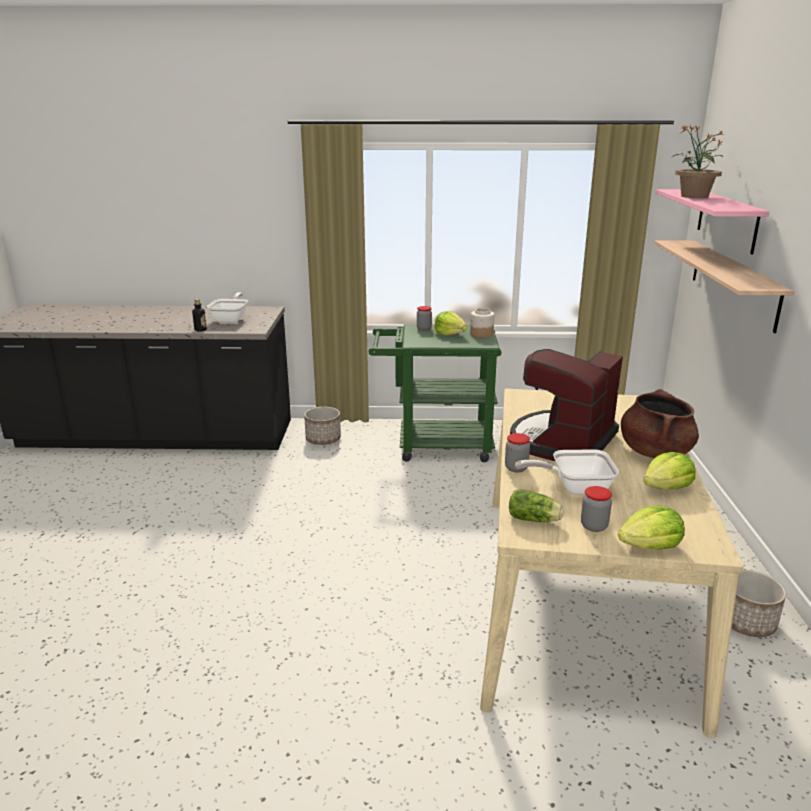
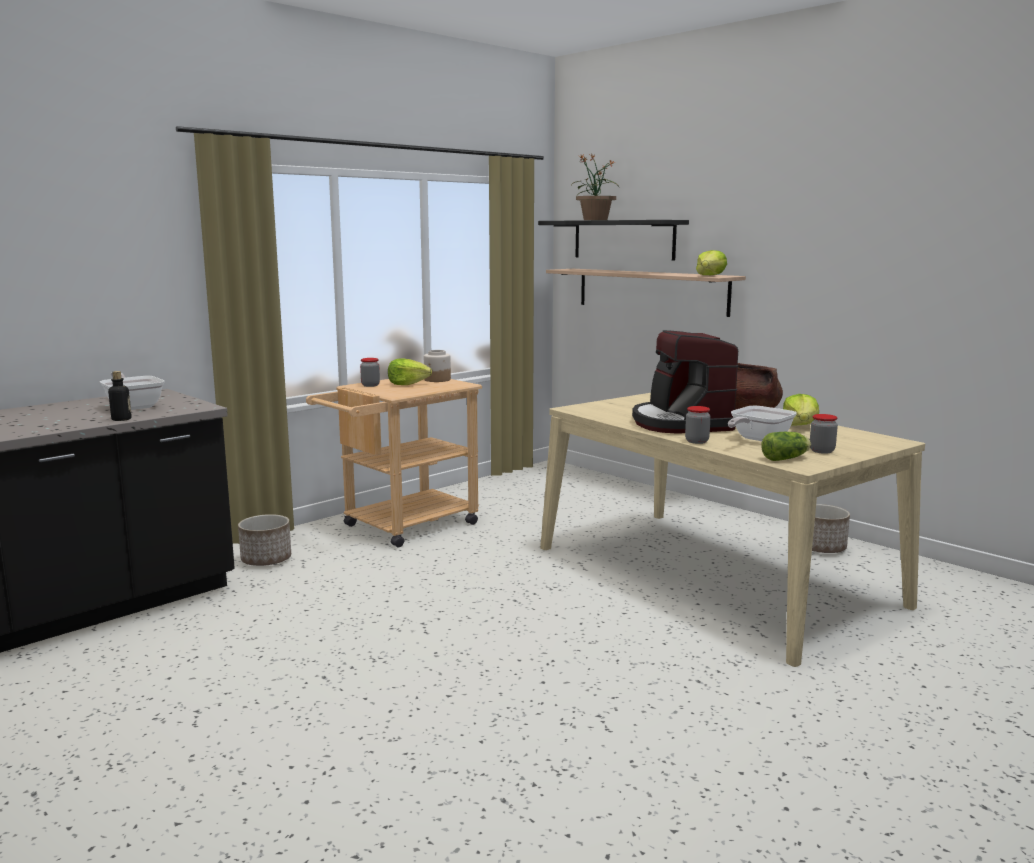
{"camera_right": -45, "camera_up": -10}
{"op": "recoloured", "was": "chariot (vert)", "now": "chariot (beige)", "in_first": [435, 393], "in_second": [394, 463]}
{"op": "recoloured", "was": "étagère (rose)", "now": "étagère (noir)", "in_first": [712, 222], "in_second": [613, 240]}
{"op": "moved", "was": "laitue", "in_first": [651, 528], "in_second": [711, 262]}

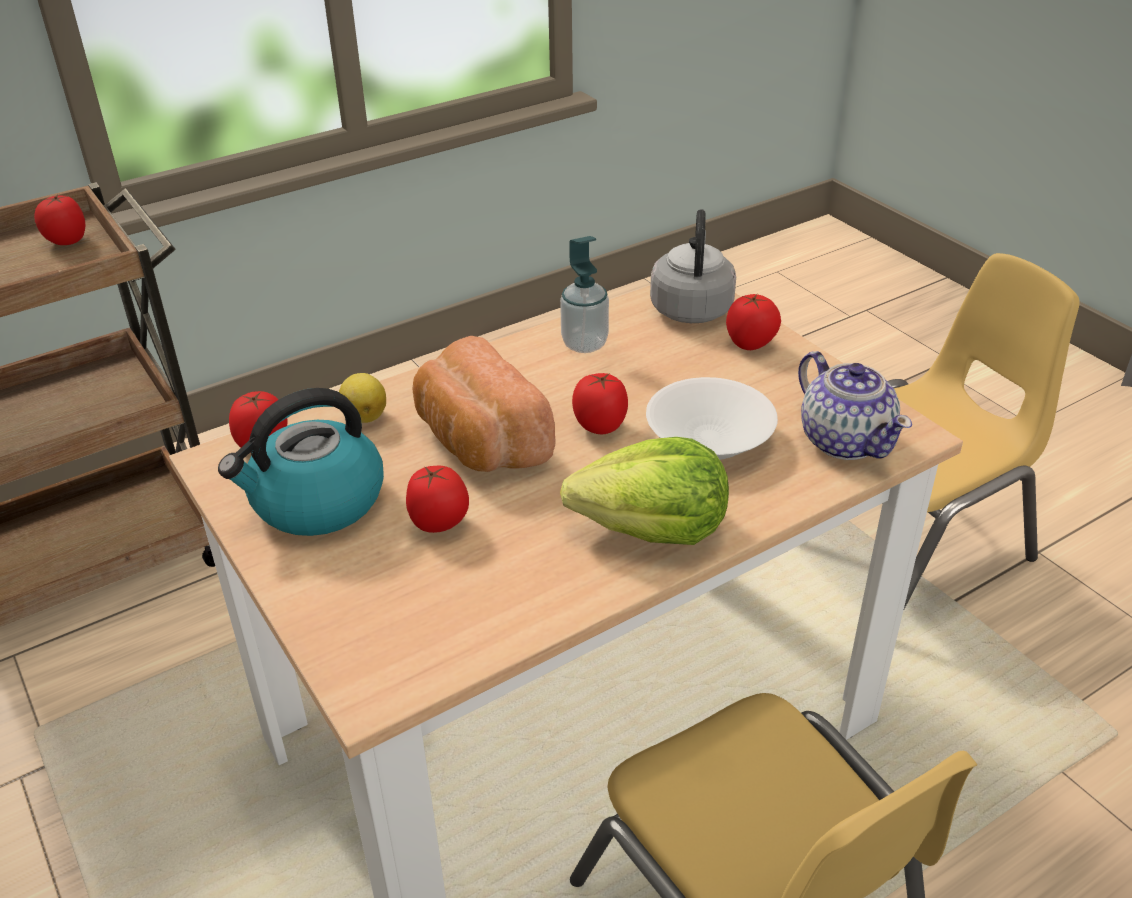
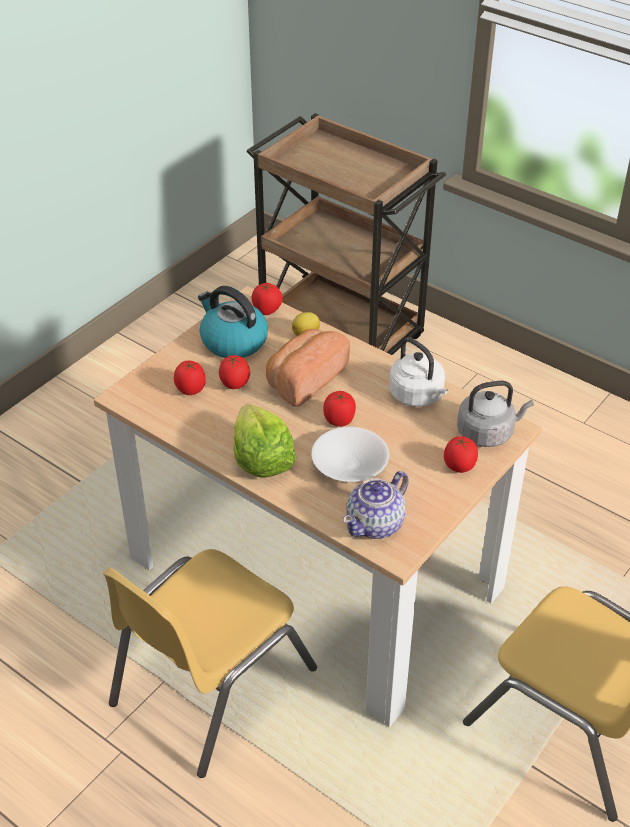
{"camera_right": 70, "camera_up": 5}
{"op": "moved", "was": "tomate", "in_first": [59, 219], "in_second": [190, 378]}
{"op": "replaced", "was": "distributeur de savon", "now": "bouilloire (blanc)", "in_first": [584, 294], "in_second": [418, 372]}

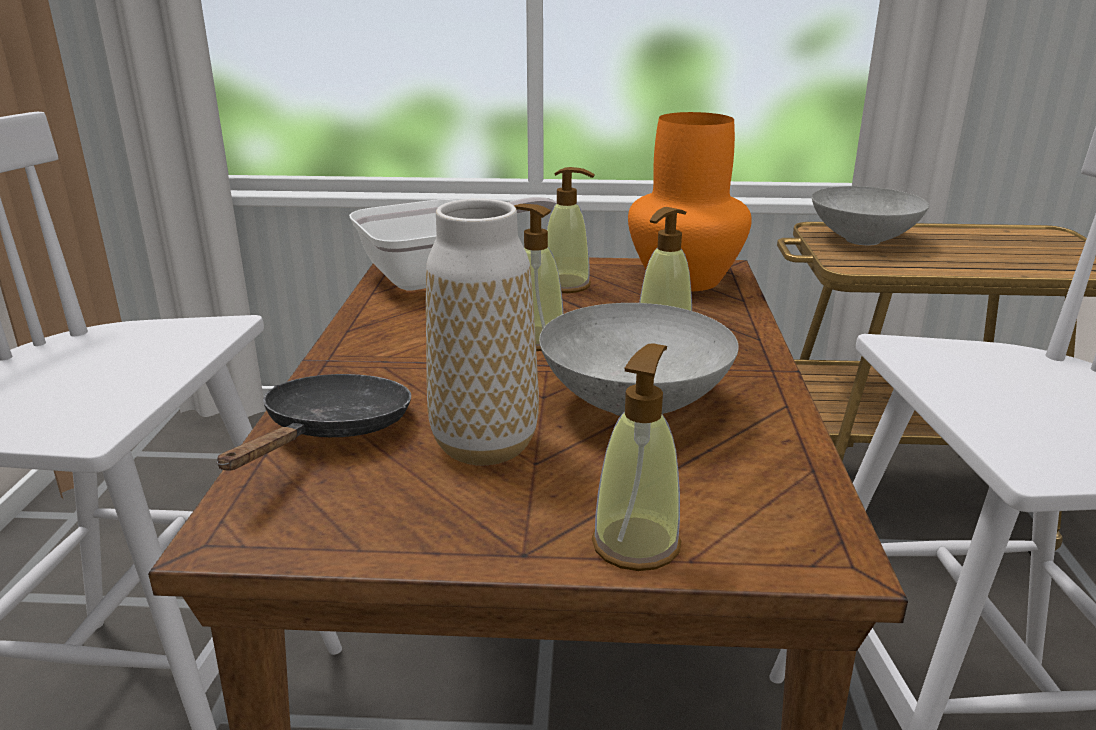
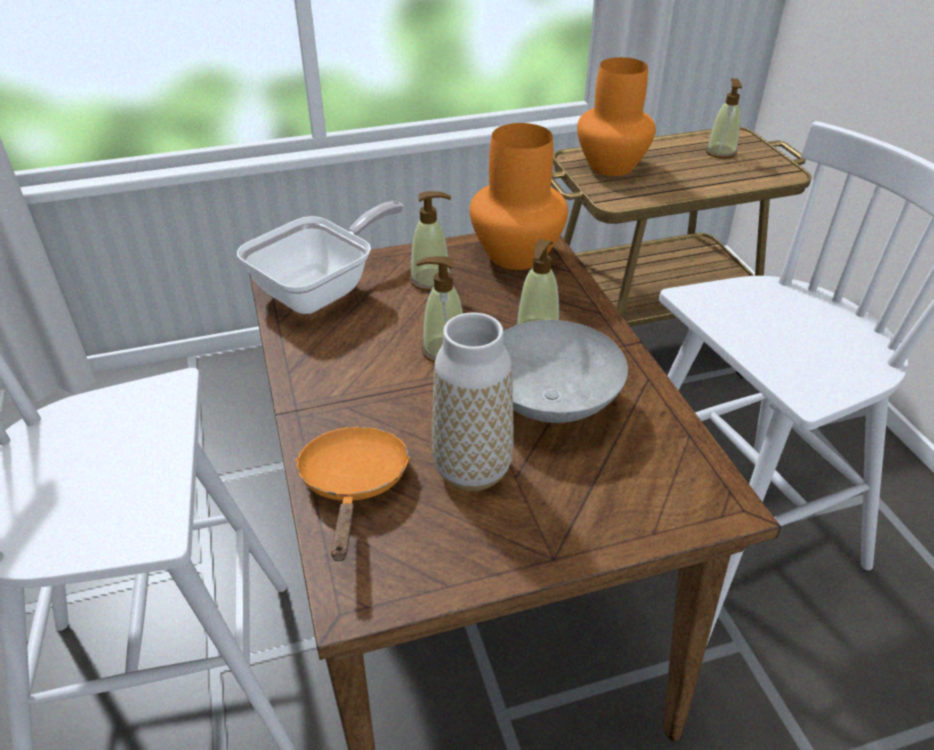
{"camera_right": -20, "camera_up": 15}
{"op": "recoloured", "was": "poêle (noir)", "now": "poêle (orange)", "in_first": [314, 422], "in_second": [353, 493]}
{"op": "replaced", "was": "bol (gris)", "now": "vase (orange)", "in_first": [870, 215], "in_second": [616, 116]}
{"op": "moved", "was": "distributeur de savon", "in_first": [636, 457], "in_second": [724, 118]}

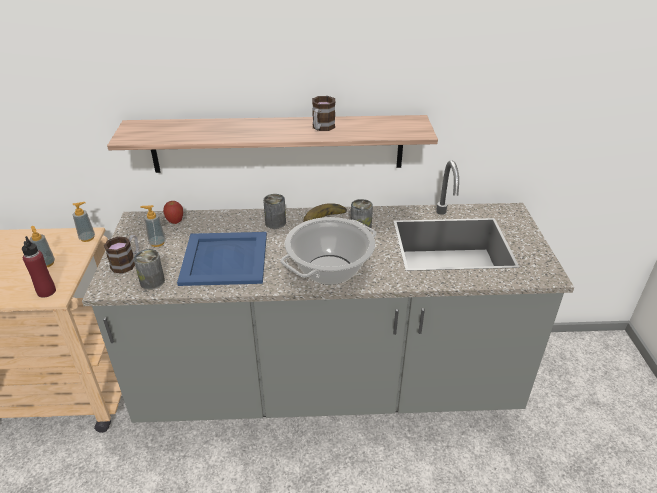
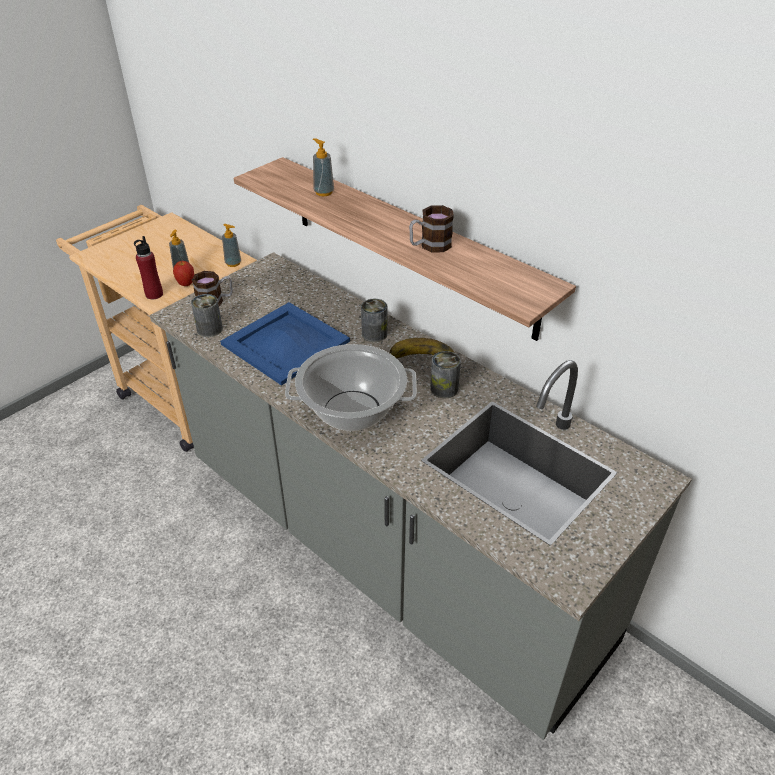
{"camera_right": 45, "camera_up": 5}
{"op": "moved", "was": "pomme", "in_first": [173, 212], "in_second": [183, 273]}
{"op": "moved", "was": "distributeur de savon", "in_first": [153, 226], "in_second": [323, 167]}

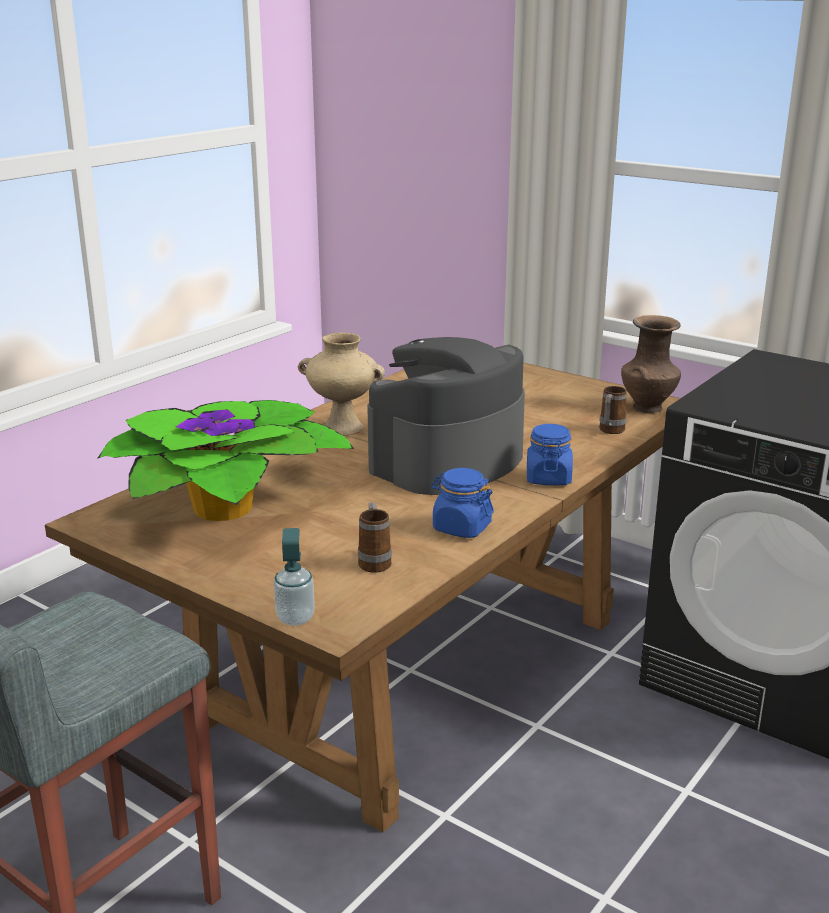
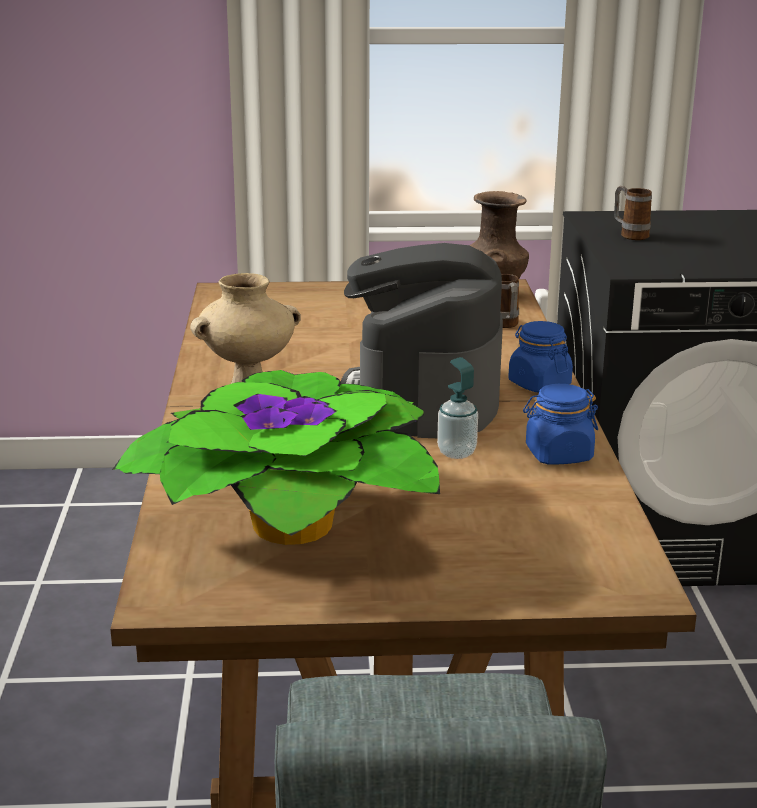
{"camera_right": -40, "camera_up": 0}
{"op": "moved", "was": "distributeur de savon", "in_first": [294, 577], "in_second": [457, 408]}
{"op": "moved", "was": "mug", "in_first": [375, 537], "in_second": [633, 213]}

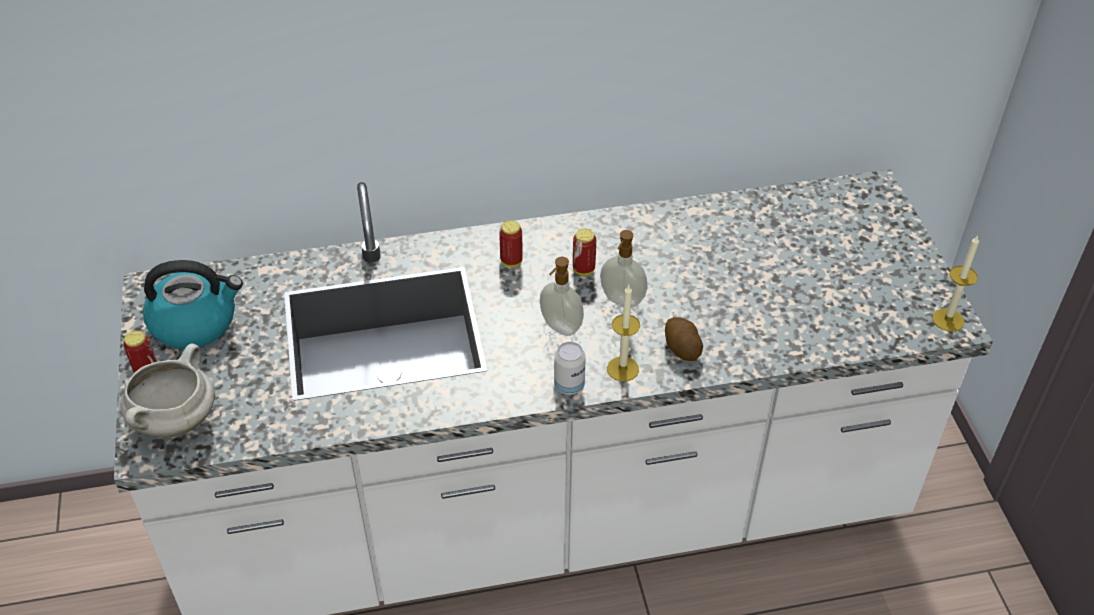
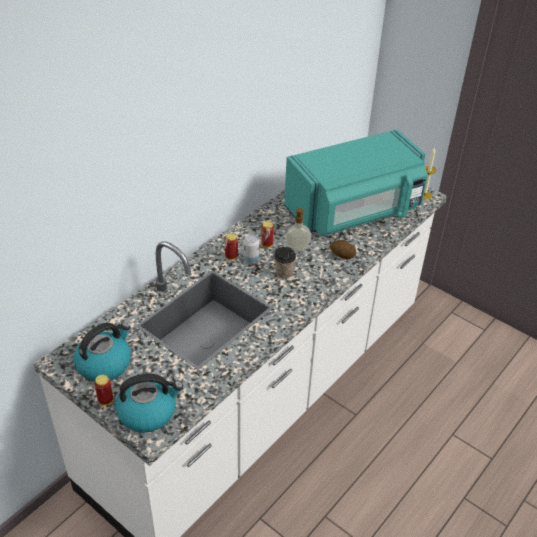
{"camera_right": -40, "camera_up": -5}
{"op": "replaced", "was": "marmite (blanc)", "now": "bouilloire", "in_first": [168, 391], "in_second": [149, 403]}
{"op": "moved", "was": "boîte métallique", "in_first": [570, 368], "in_second": [252, 248]}
{"op": "replaced", "was": "distributeur de savon", "now": "tasse", "in_first": [561, 296], "in_second": [285, 263]}
{"op": "added", "now": "micro-ondes (turquoise)", "in_second": [356, 183]}
{"op": "removed", "was": "bougie", "in_first": [623, 333]}

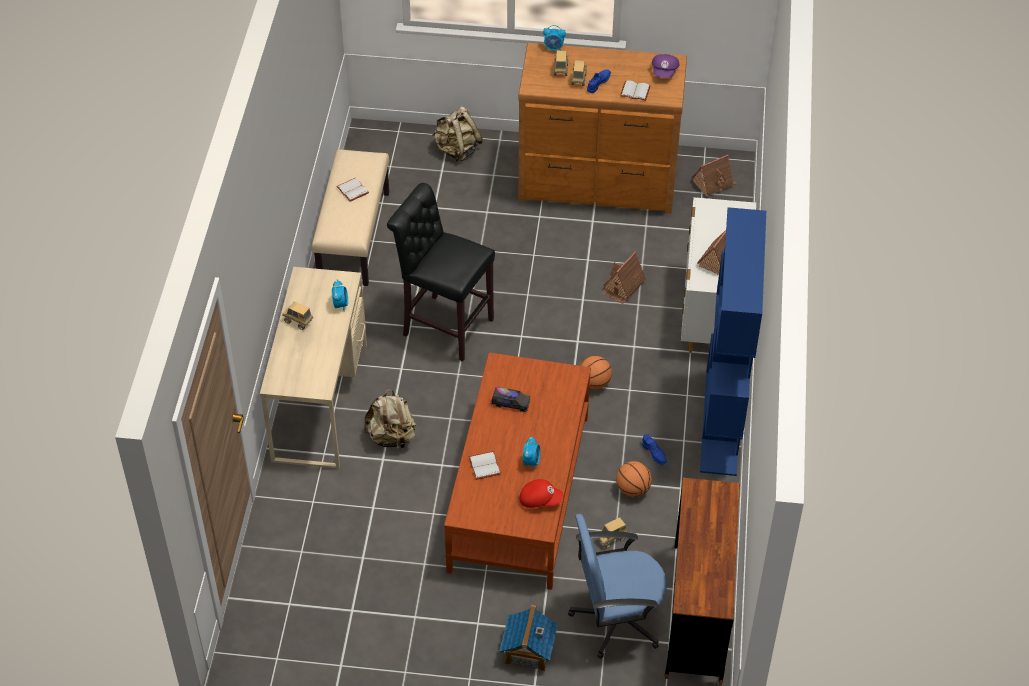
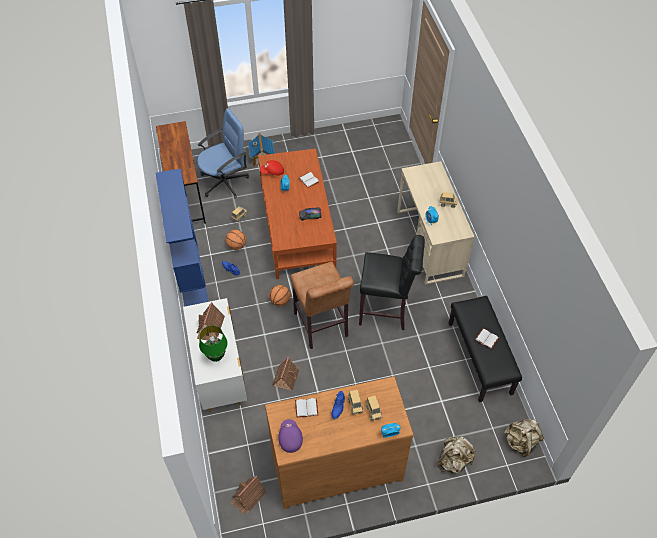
{"camera_right": 160, "camera_up": 5}
{"op": "added", "now": "lampe de table (vert)", "in_second": [213, 344]}
{"op": "added", "now": "tabouret (marron)", "in_second": [322, 305]}
{"op": "recoloured", "was": "banc (beige)", "now": "banc (noir)", "in_first": [350, 217], "in_second": [485, 349]}
{"op": "moved", "was": "sac à dos (beige)", "in_first": [390, 419], "in_second": [524, 438]}

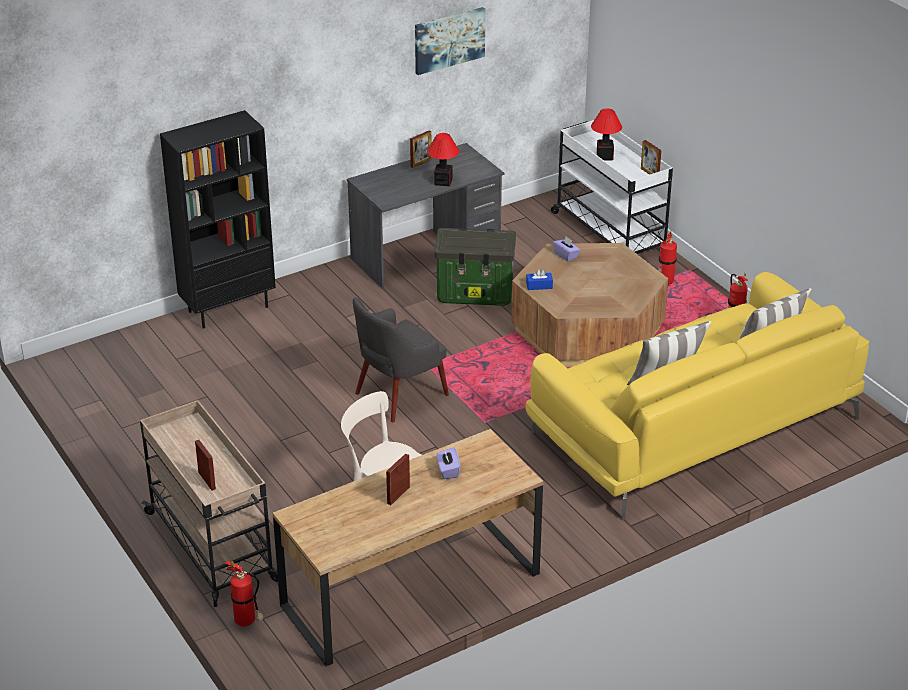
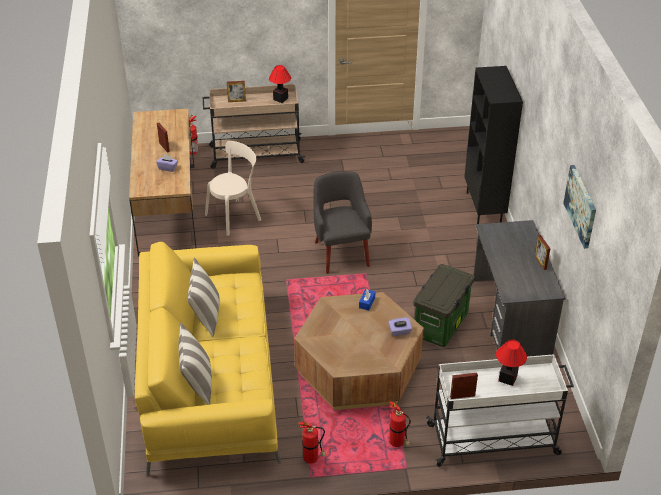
{"camera_right": 115, "camera_up": 5}
{"op": "moved", "was": "lampe de table", "in_first": [443, 159], "in_second": [280, 84]}

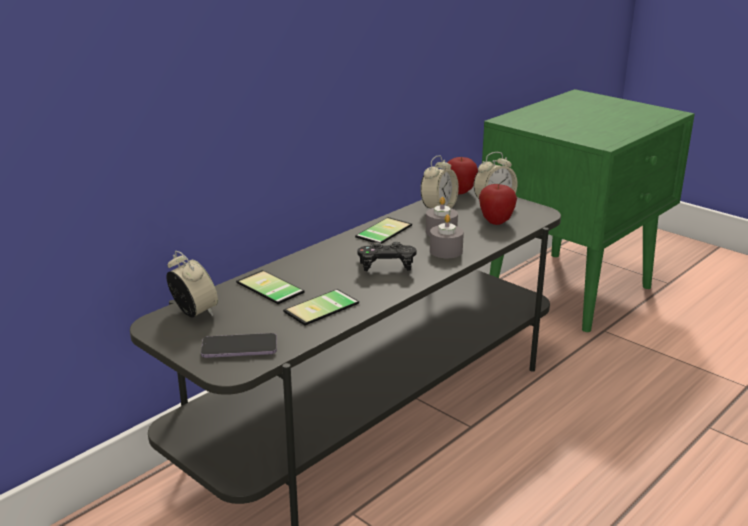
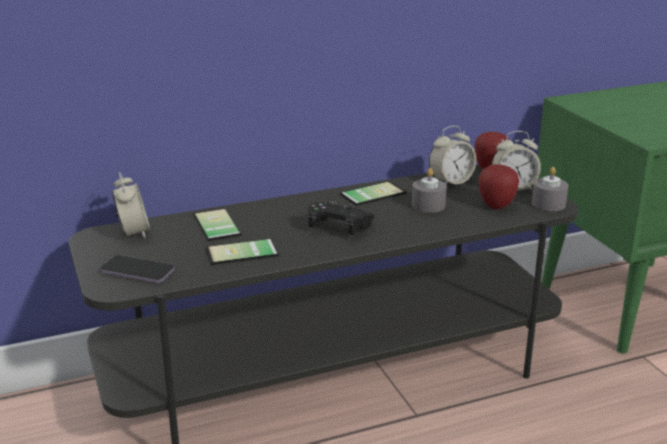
{"camera_right": 25, "camera_up": 0}
{"op": "moved", "was": "bougie (gris)", "in_first": [447, 236], "in_second": [550, 189]}

